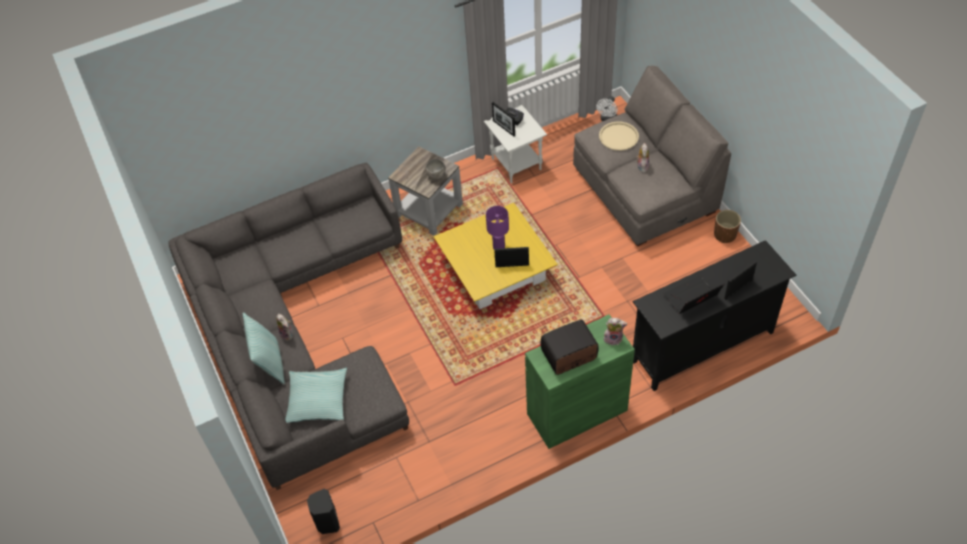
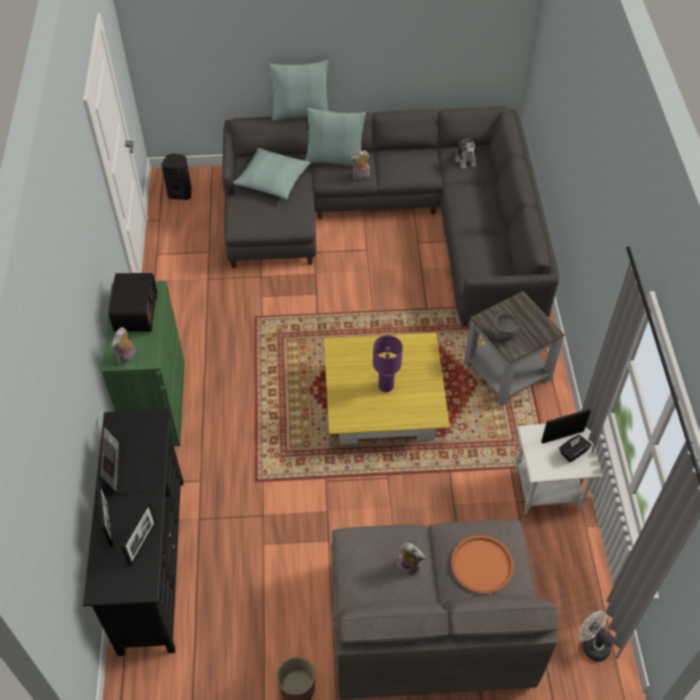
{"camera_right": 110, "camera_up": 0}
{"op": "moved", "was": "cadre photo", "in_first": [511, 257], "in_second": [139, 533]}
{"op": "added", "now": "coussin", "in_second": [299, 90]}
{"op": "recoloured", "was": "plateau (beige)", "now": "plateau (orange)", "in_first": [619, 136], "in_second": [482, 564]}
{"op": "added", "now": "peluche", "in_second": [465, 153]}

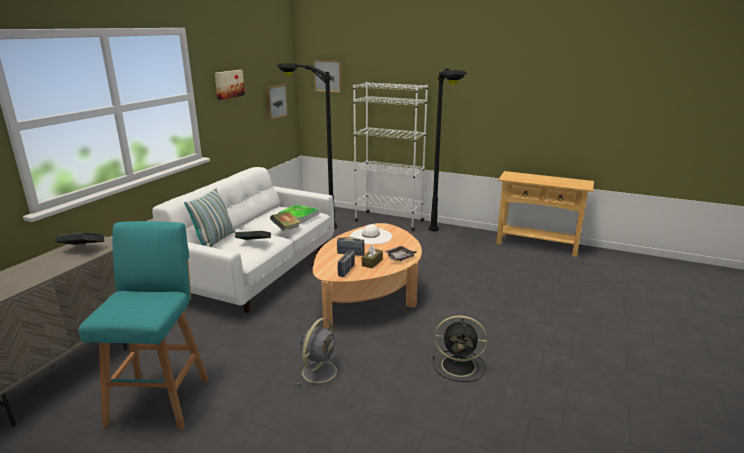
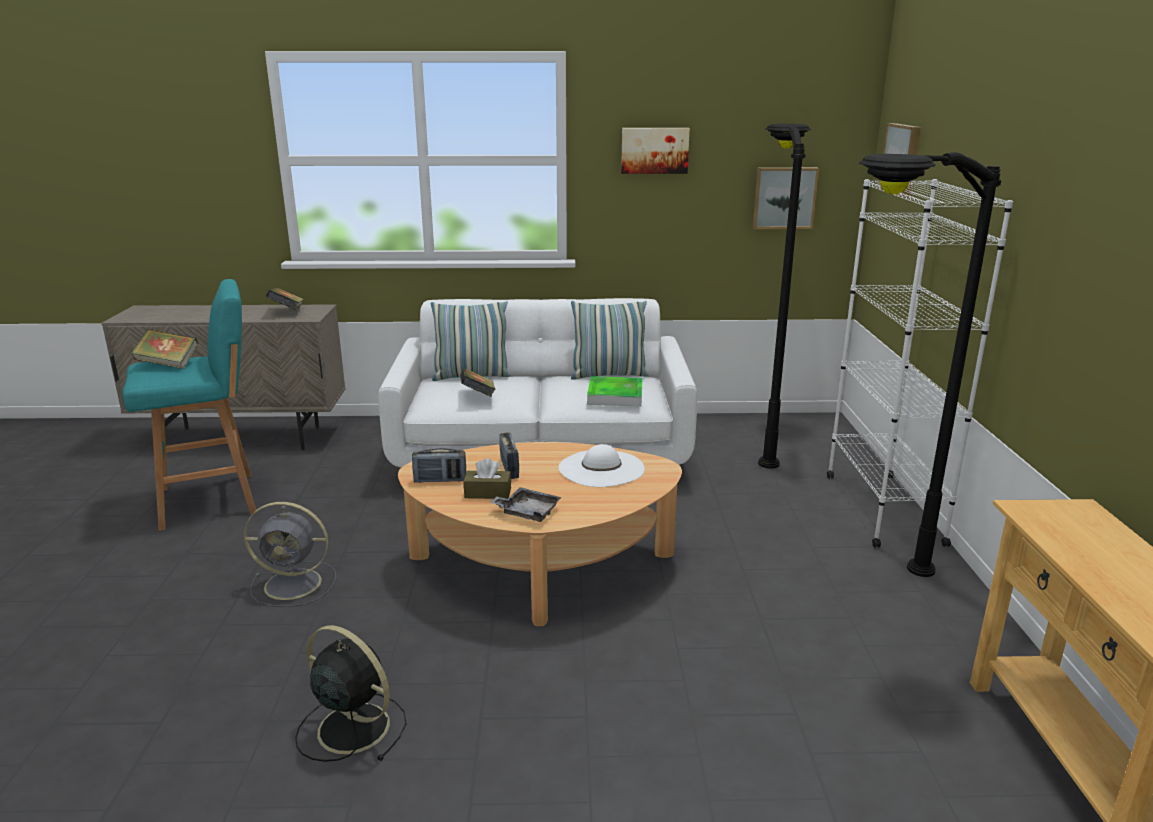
{"camera_right": 65, "camera_up": 0}
{"op": "moved", "was": "livre", "in_first": [285, 220], "in_second": [164, 349]}
{"op": "turned", "was": "ventilateur (noir)", "in_first": [460, 348], "in_second": [351, 693], "clockwise": 135}
{"op": "added", "now": "coussin", "in_second": [609, 340]}

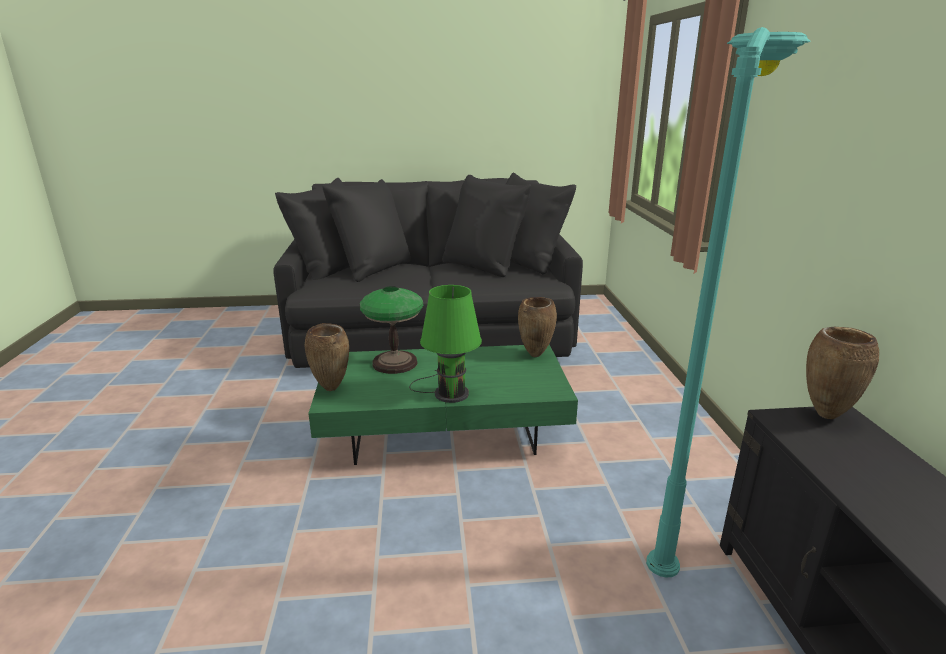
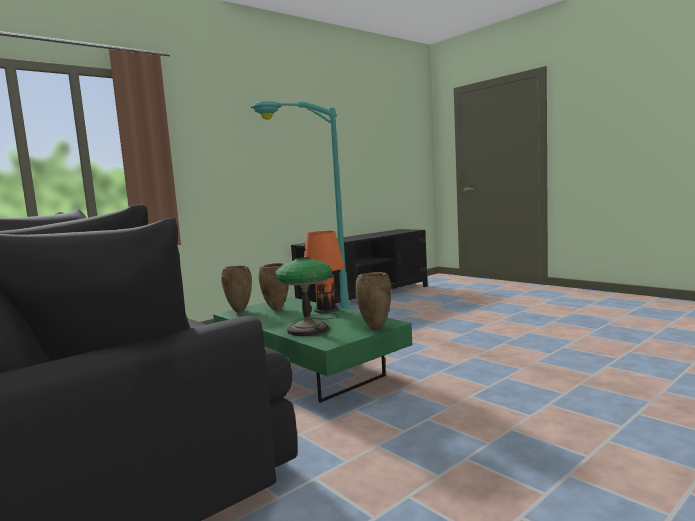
{"camera_right": -125, "camera_up": -15}
{"op": "moved", "was": "vase (marron)", "in_first": [842, 373], "in_second": [274, 287]}
{"op": "recoloured", "was": "lampe de table (vert)", "now": "lampe de table (orange)", "in_first": [445, 344], "in_second": [323, 275]}

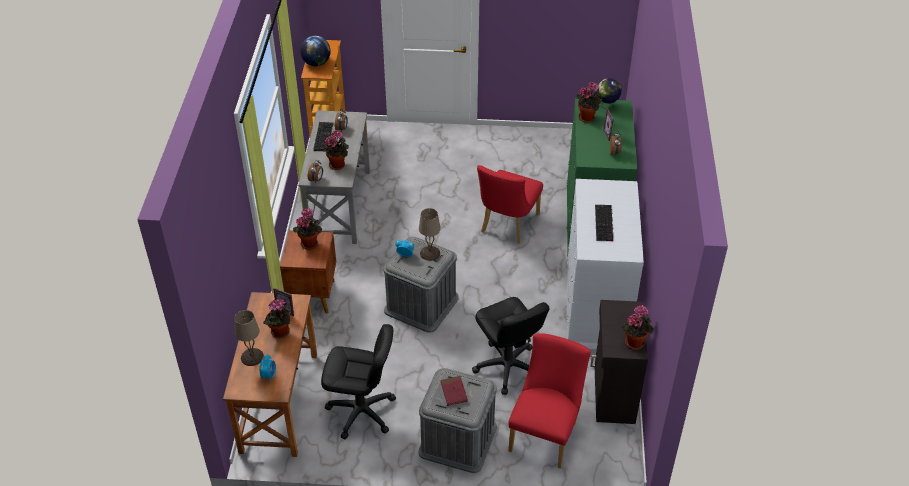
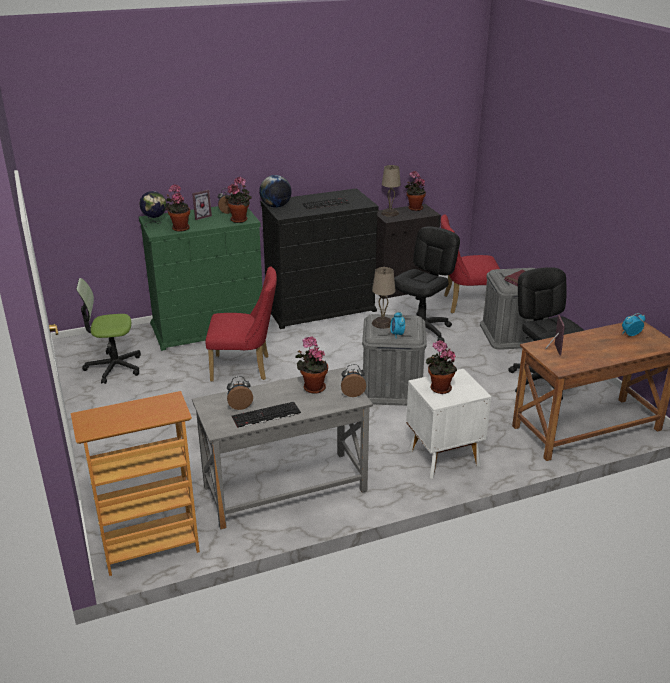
{"camera_right": -115, "camera_up": -15}
{"op": "added", "now": "chaise de bureau", "in_second": [108, 331]}
{"op": "moved", "was": "plante en pot", "in_first": [277, 318], "in_second": [238, 200]}
{"op": "moved", "was": "globe", "in_first": [315, 51], "in_second": [275, 191]}
{"op": "recoloured", "was": "commode (blanc)", "now": "commode (noir)", "in_first": [605, 264], "in_second": [320, 258]}
{"op": "moved", "was": "lampe de table (beige)", "in_first": [249, 338], "in_second": [391, 191]}
{"op": "recoloured", "was": "table de chevet (marron)", "now": "table de chevet (blanc)", "in_first": [308, 272], "in_second": [448, 424]}

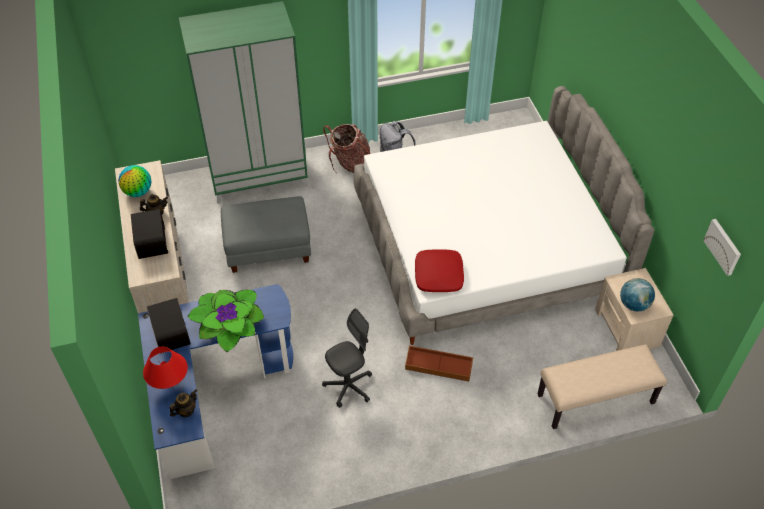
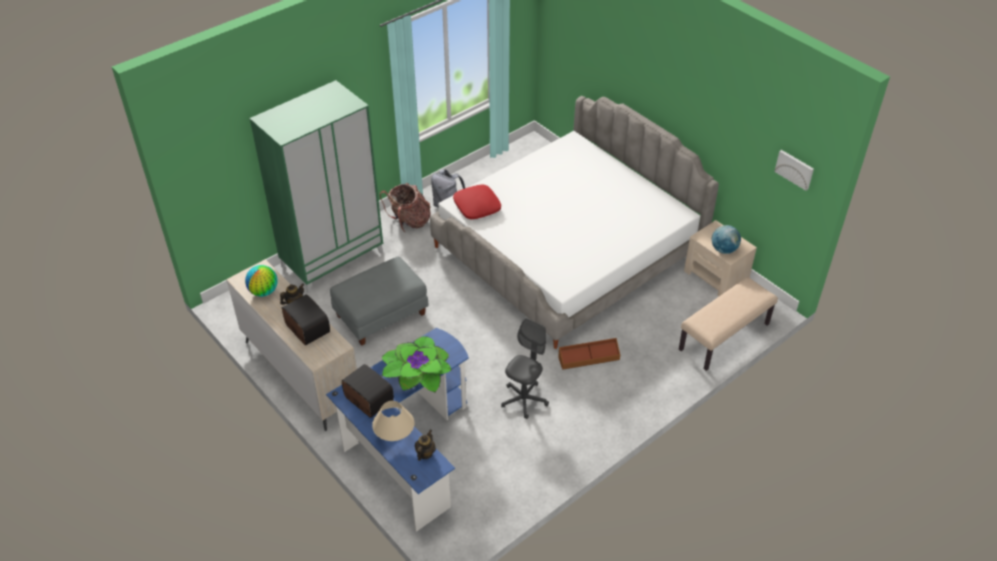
{"camera_right": -25, "camera_up": -5}
{"op": "recoloured", "was": "lampe de table (rouge)", "now": "lampe de table (beige)", "in_first": [165, 367], "in_second": [393, 421]}
{"op": "moved", "was": "coussin (rouge)", "in_first": [439, 270], "in_second": [477, 201]}

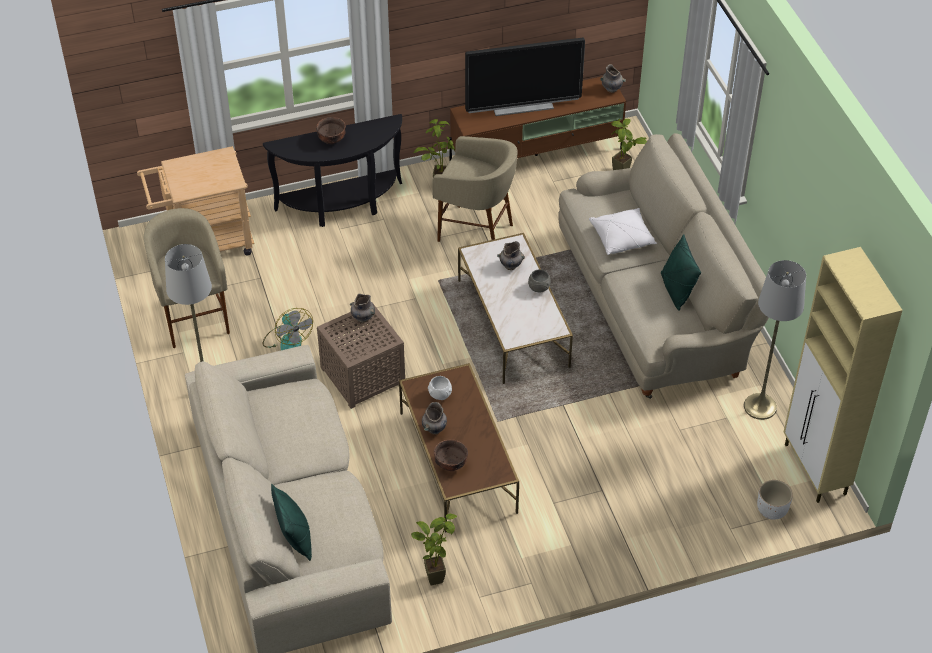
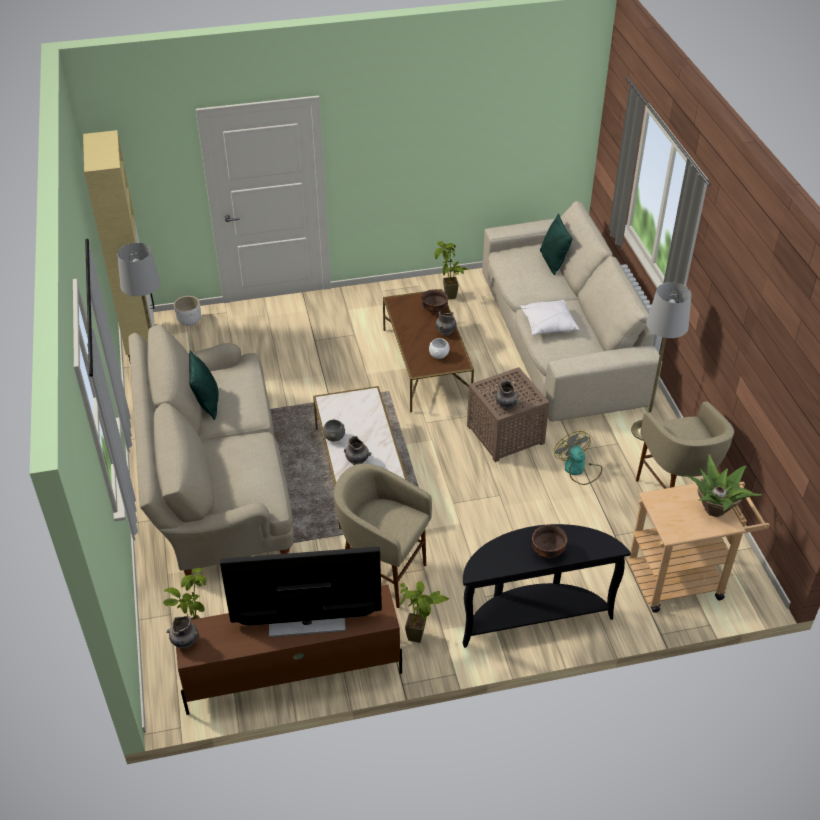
{"camera_right": -175, "camera_up": -5}
{"op": "moved", "was": "coussin (blanc)", "in_first": [623, 231], "in_second": [550, 317]}
{"op": "added", "now": "plante en pot", "in_second": [723, 485]}

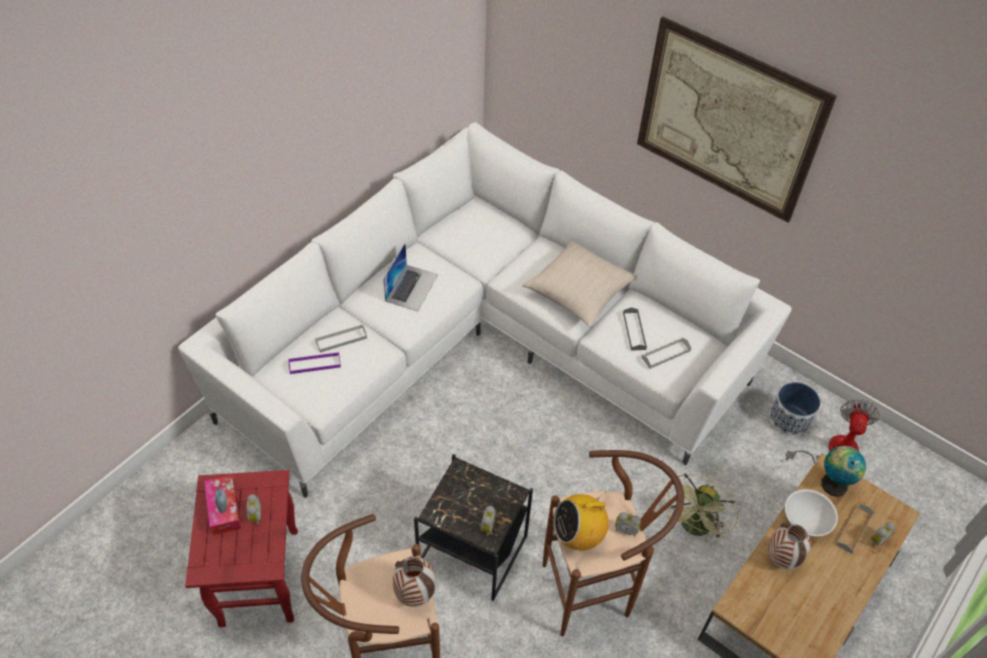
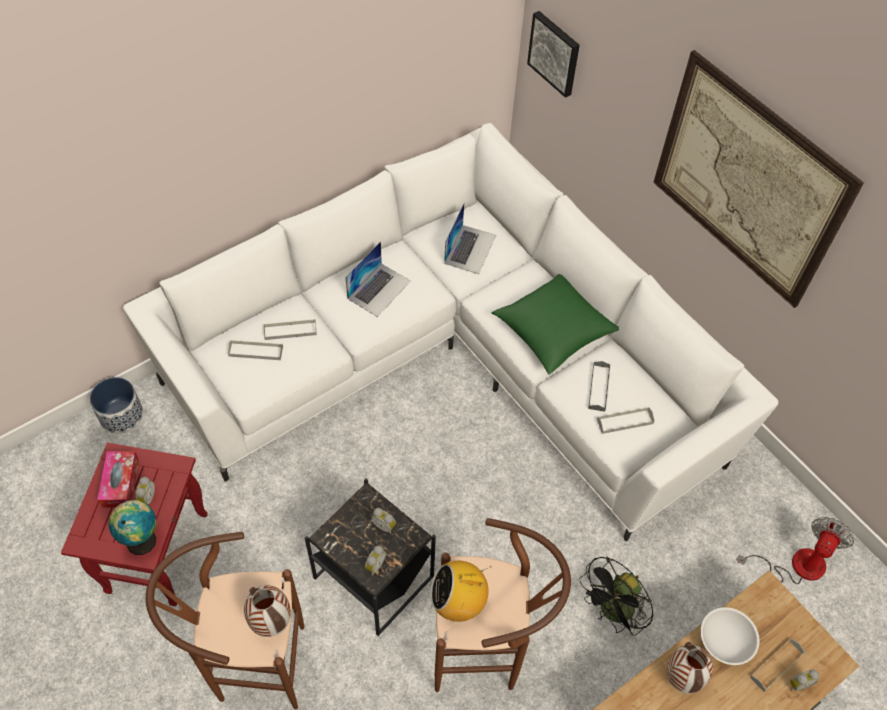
{"camera_right": 15, "camera_up": 5}
{"op": "moved", "was": "cache-pot", "in_first": [795, 409], "in_second": [116, 405]}
{"op": "moved", "was": "globe", "in_first": [843, 471], "in_second": [132, 527]}
{"op": "recoloured", "was": "plateau (violet)", "now": "plateau (gris)", "in_first": [314, 363], "in_second": [255, 350]}
{"op": "moved", "was": "réveil", "in_first": [628, 524], "in_second": [383, 521]}
{"op": "added", "now": "ordinateur portable", "in_second": [470, 238]}
{"op": "recoloured", "was": "coussin (beige)", "now": "coussin (vert)", "in_first": [579, 284], "in_second": [555, 324]}
{"op": "added", "now": "tableau", "in_second": [553, 54]}
{"op": "recoloured", "was": "ventilateur (vert)", "now": "ventilateur (noir)", "in_first": [700, 507], "in_second": [616, 596]}

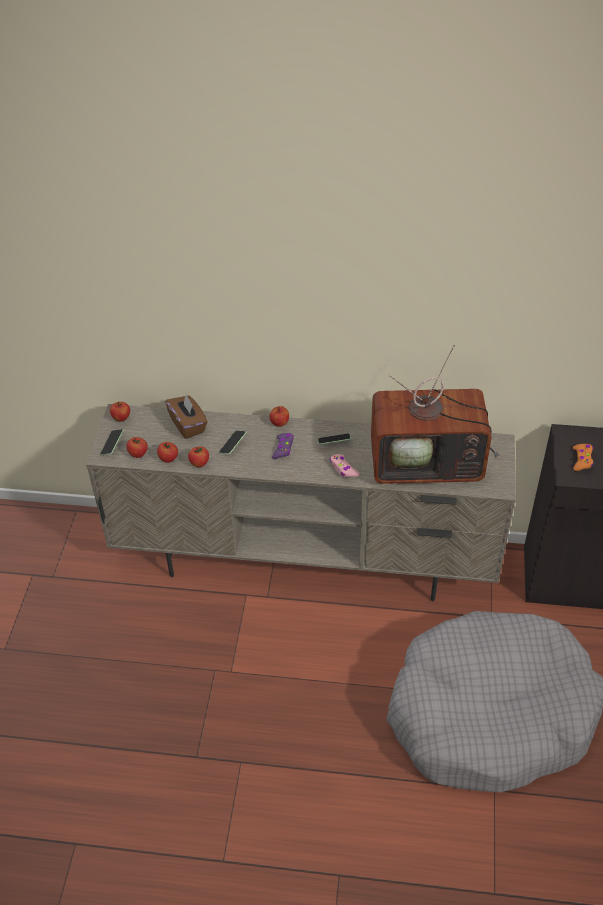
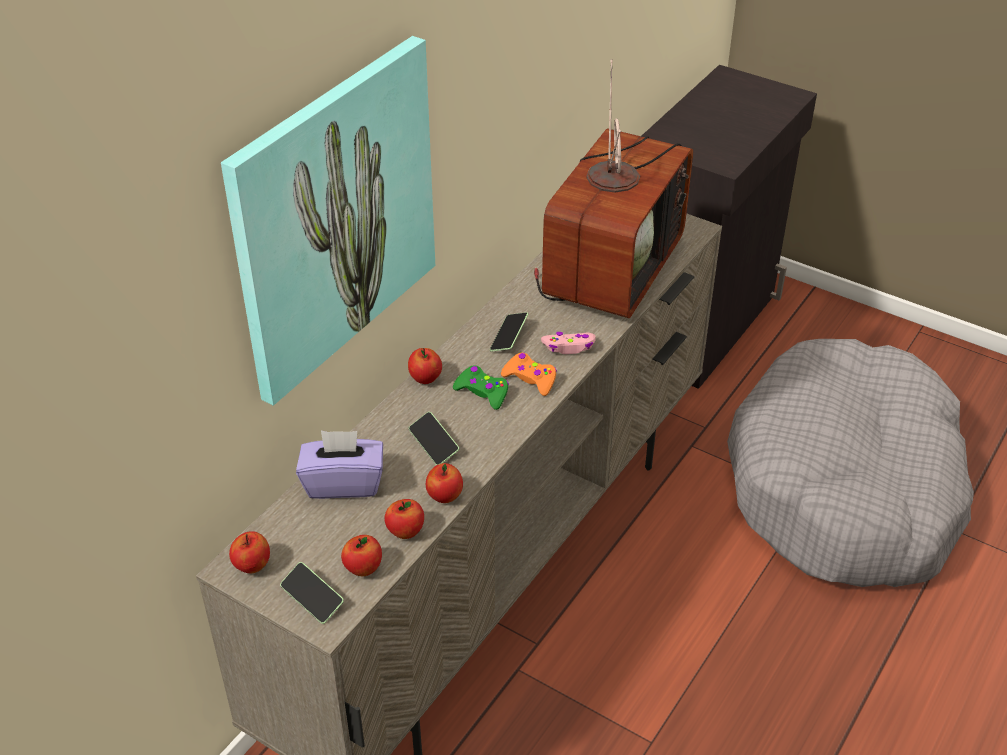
{"camera_right": -65, "camera_up": -5}
{"op": "added", "now": "tableau", "in_second": [328, 221]}
{"op": "recoloured", "was": "boîte à mouchoirs (marron)", "now": "boîte à mouchoirs (violet)", "in_first": [186, 417], "in_second": [339, 465]}
{"op": "recoloured", "was": "manette (violet)", "now": "manette (vert)", "in_first": [283, 446], "in_second": [481, 387]}
{"op": "moved", "was": "manette (orange)", "in_first": [583, 457], "in_second": [529, 374]}

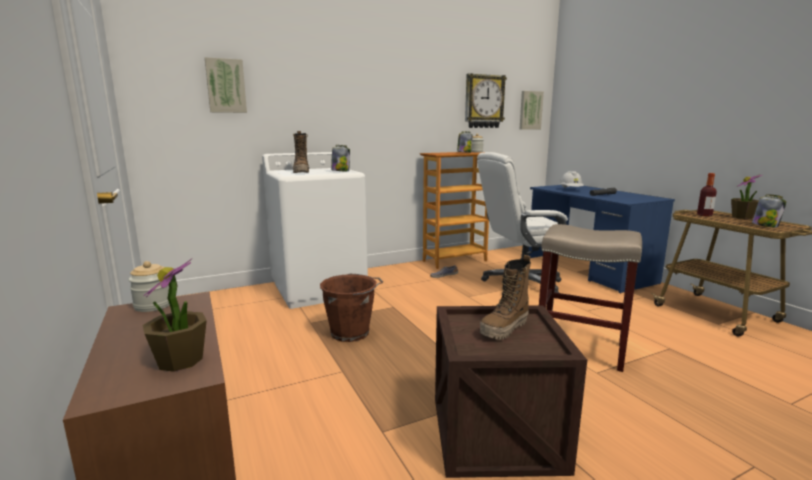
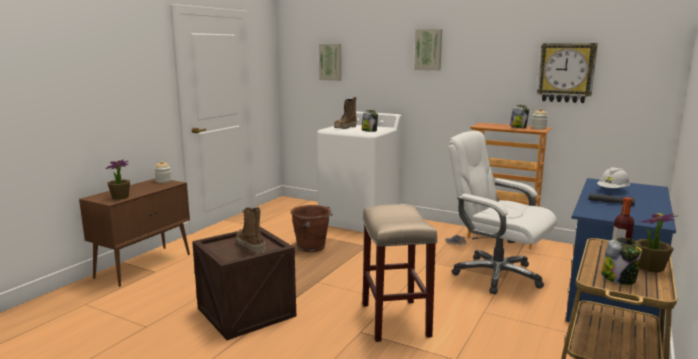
{"camera_right": 55, "camera_up": 0}
{"op": "turned", "was": "botte", "in_first": [505, 297], "in_second": [250, 230], "clockwise": 45}
{"op": "moved", "was": "tableau", "in_first": [532, 110], "in_second": [428, 49]}

